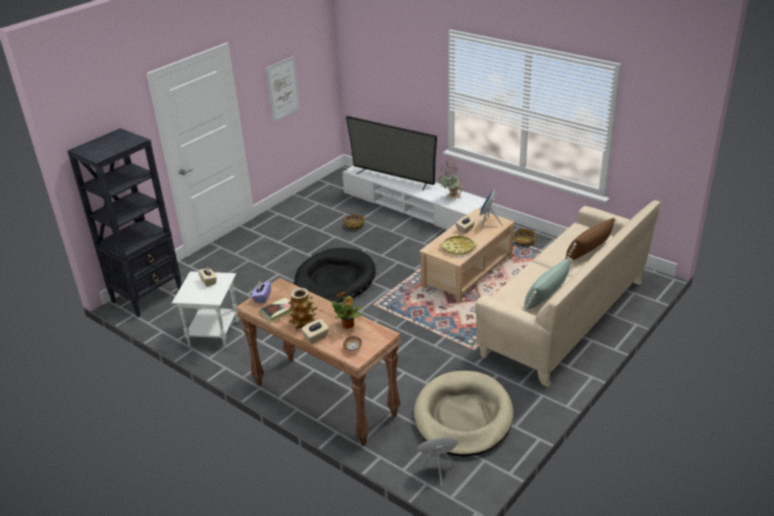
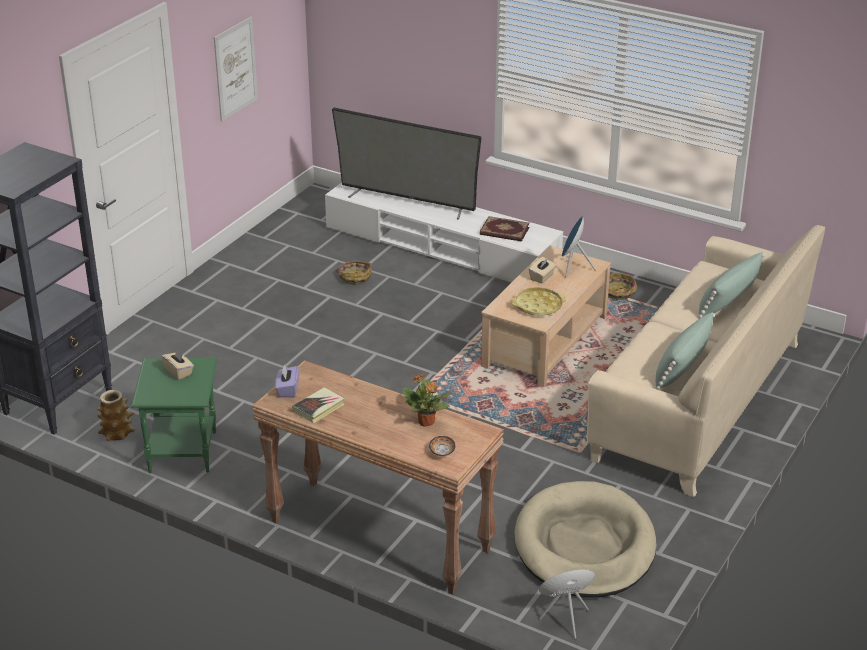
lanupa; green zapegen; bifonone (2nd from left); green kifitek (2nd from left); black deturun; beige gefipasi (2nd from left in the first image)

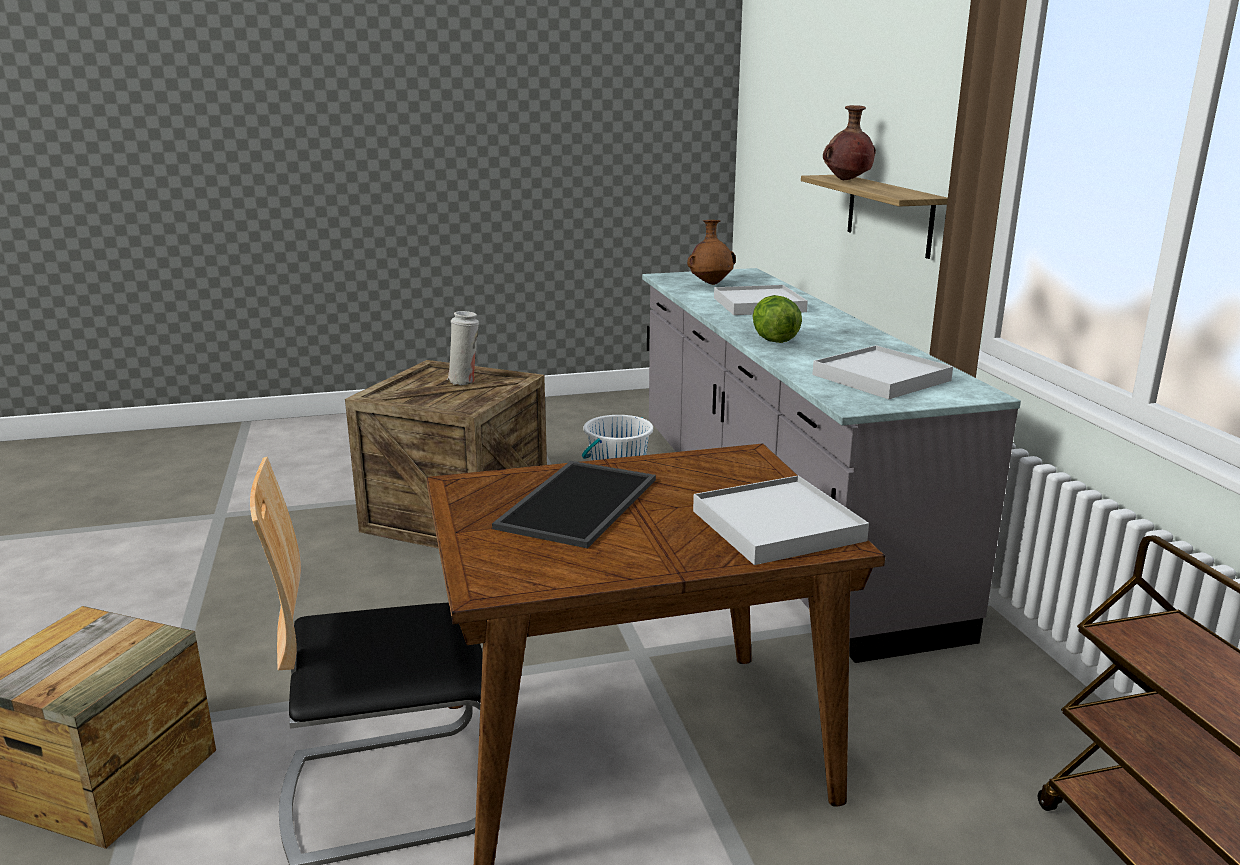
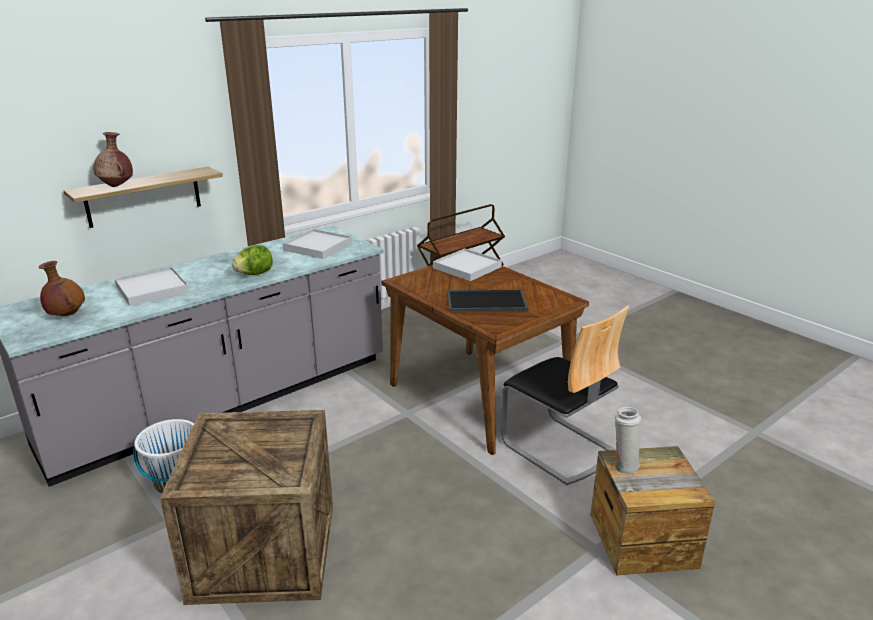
white lanupa

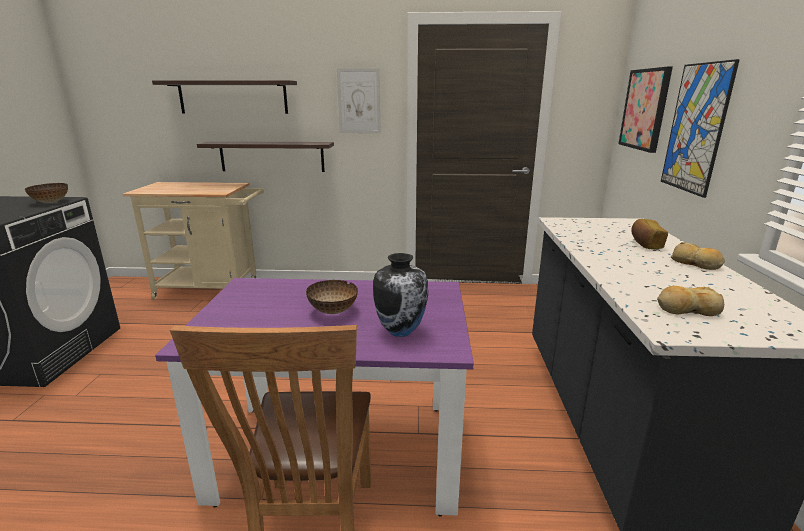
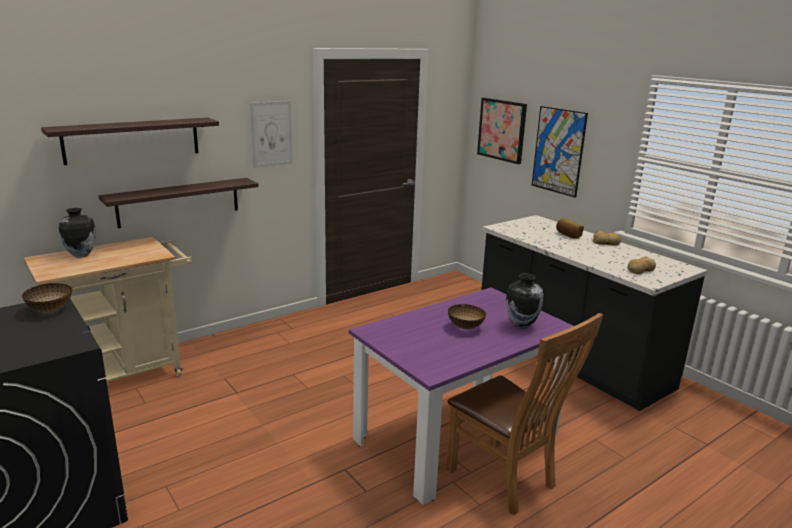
lanupa (1st from left)

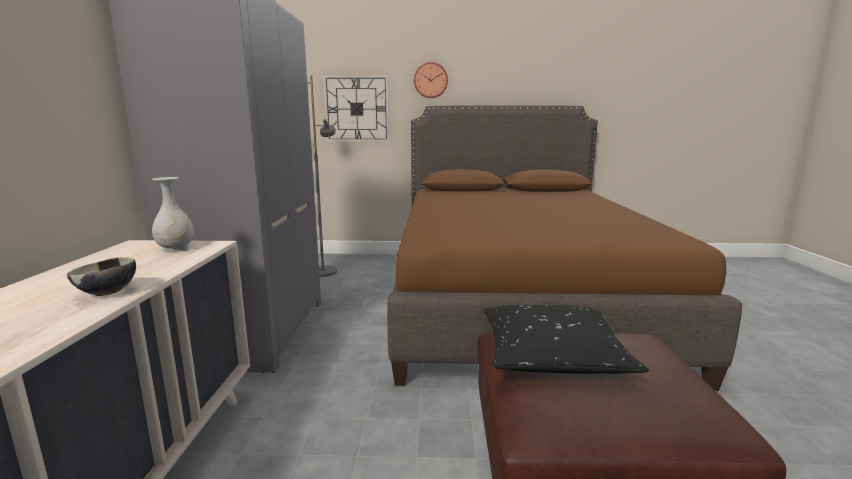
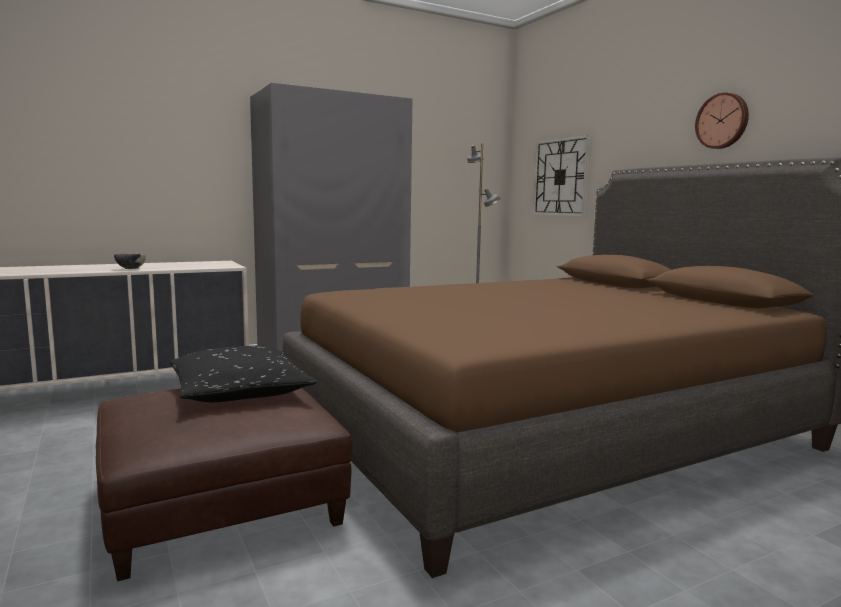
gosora (2nd from left); white lanupa

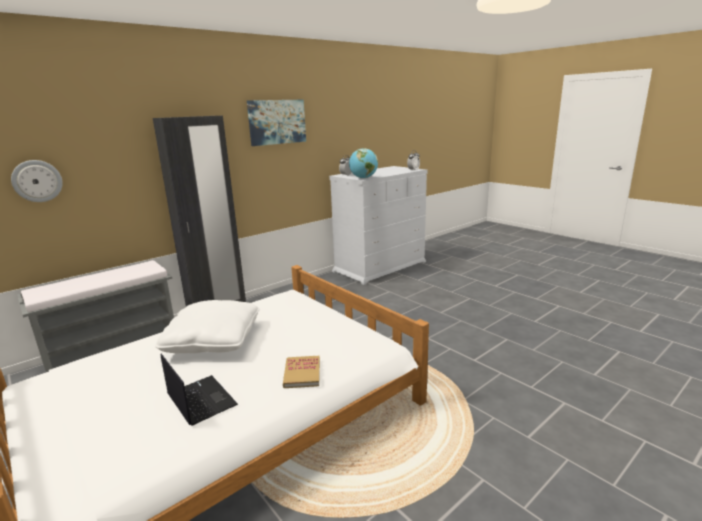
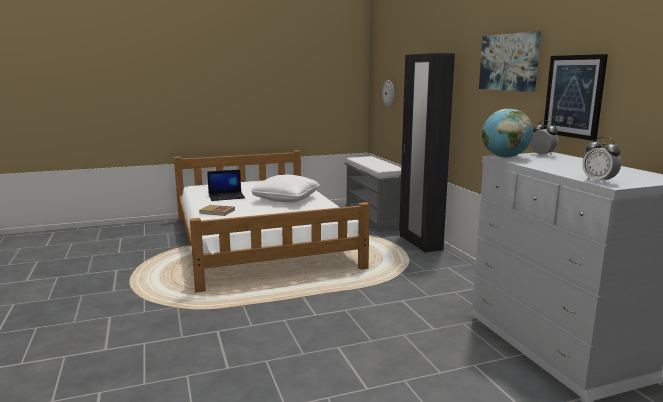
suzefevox (2nd from left)

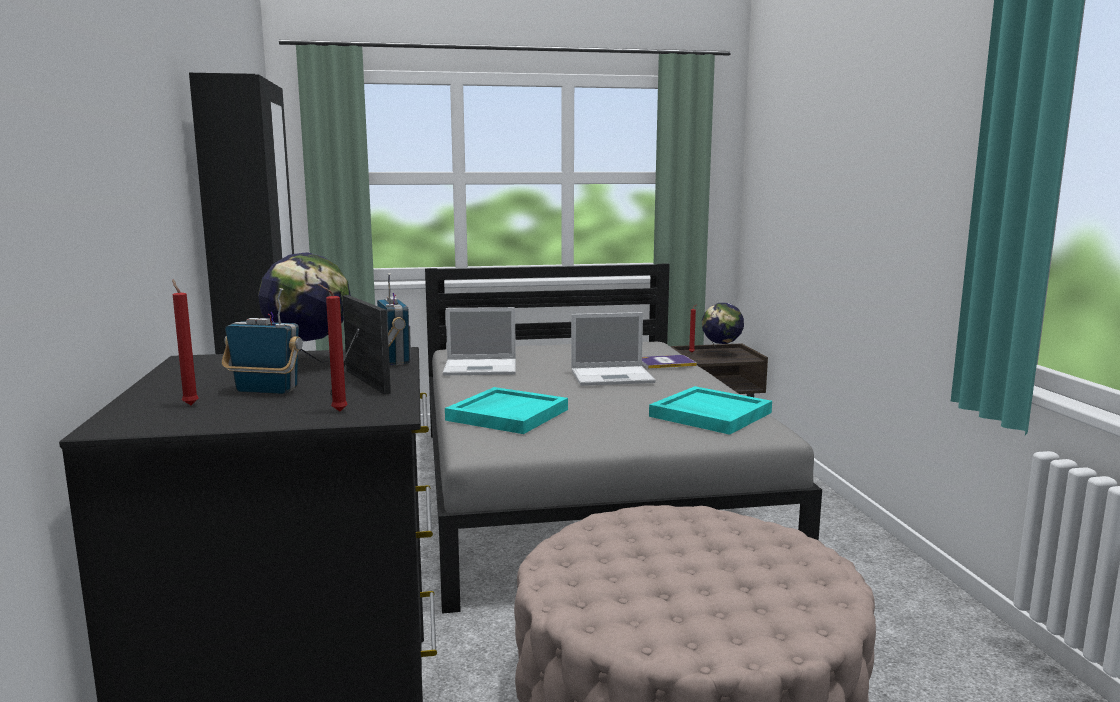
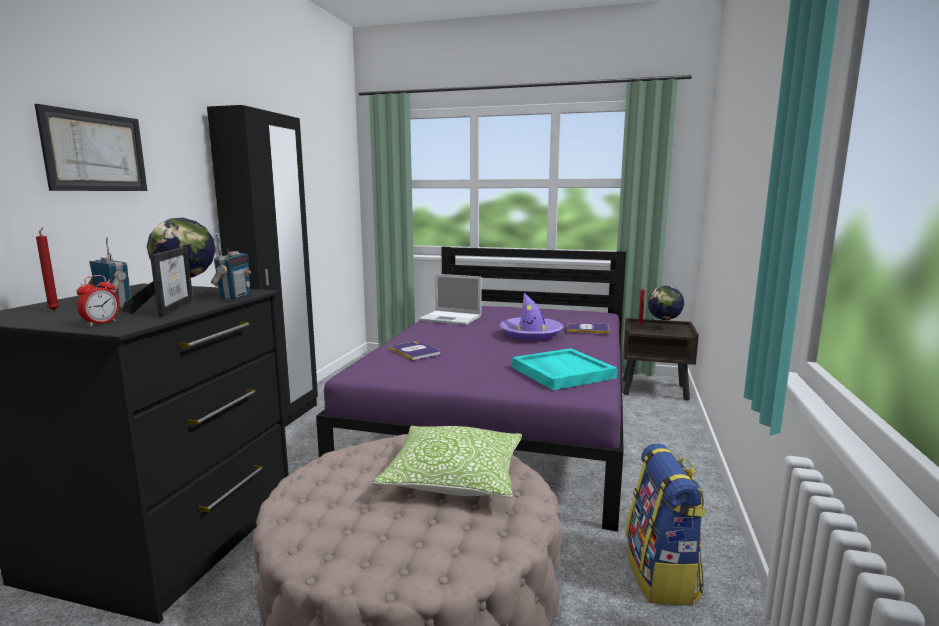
suzefevox; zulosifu; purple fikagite; kifitek; bifonone (1st from left); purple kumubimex; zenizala

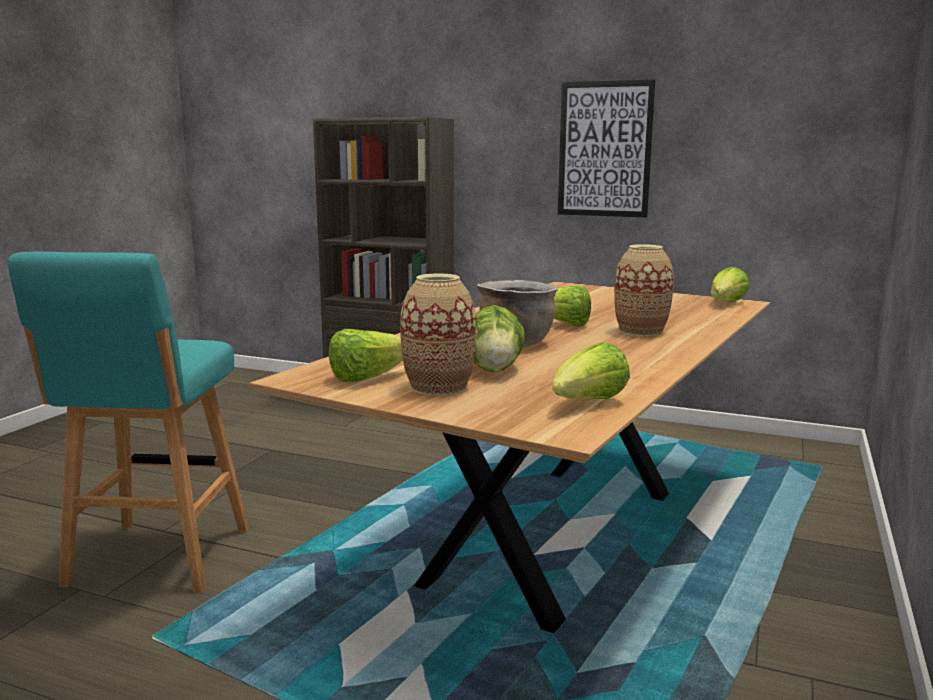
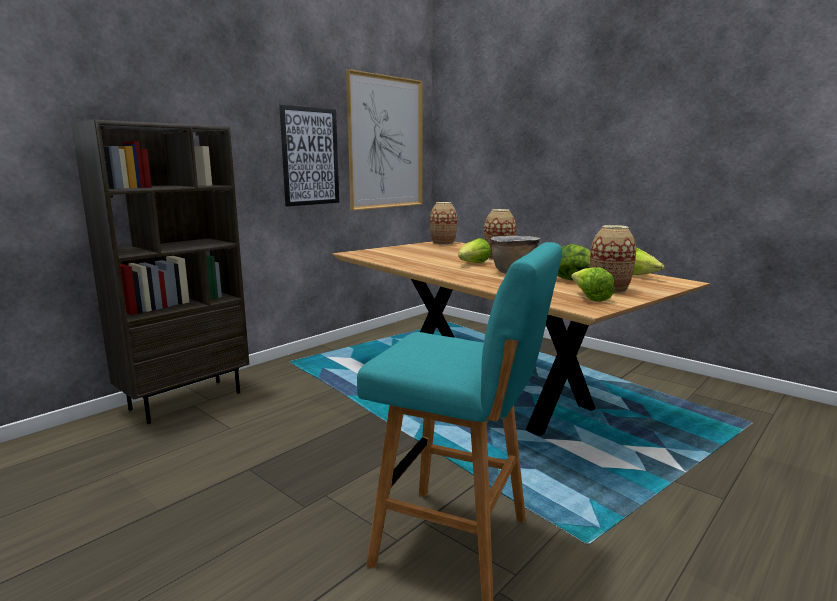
suzefevox (2nd from left); lanupa (1st from left)

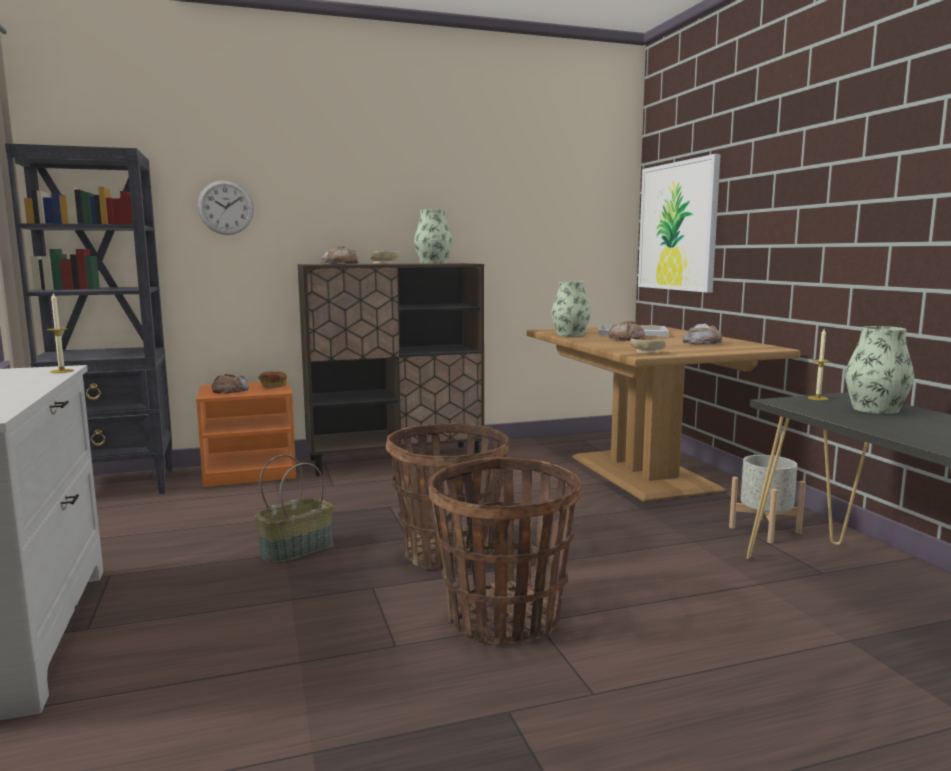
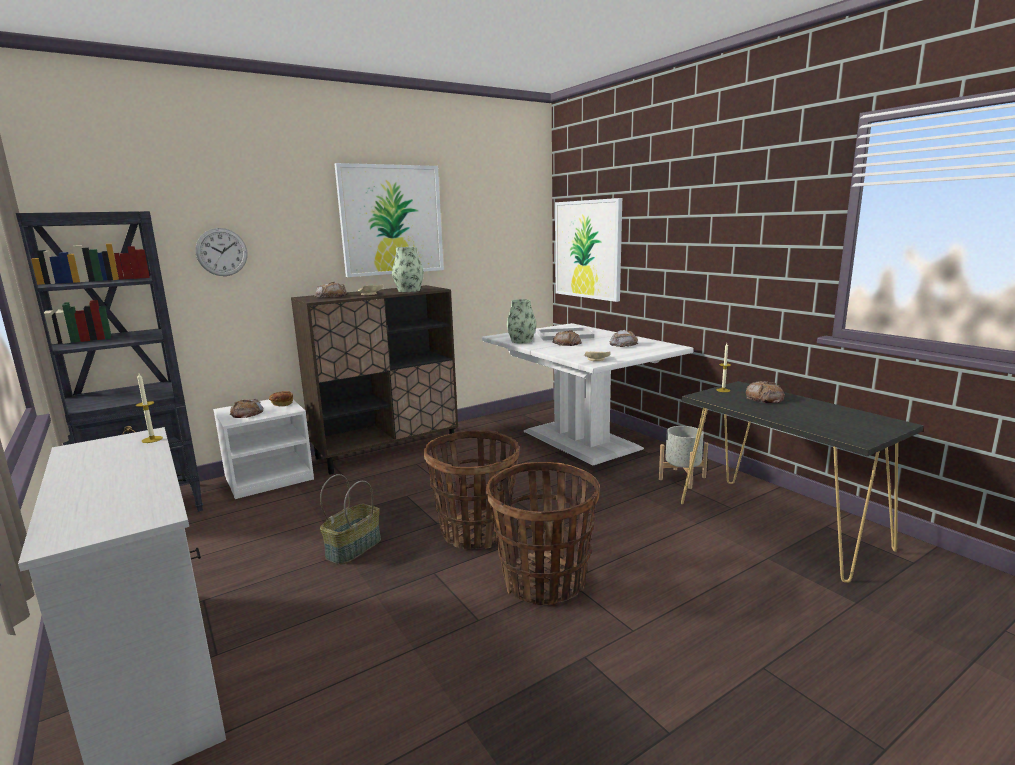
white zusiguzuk; suzefevox (1st from left); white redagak; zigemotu (6th from left)

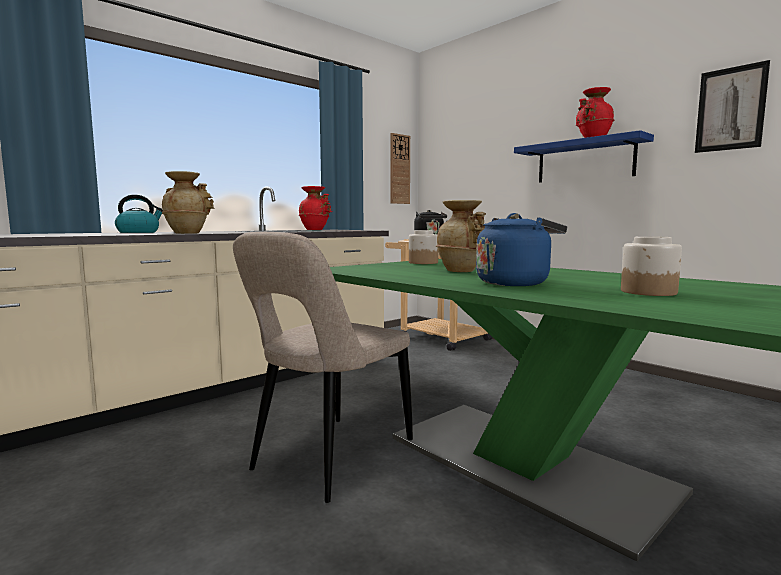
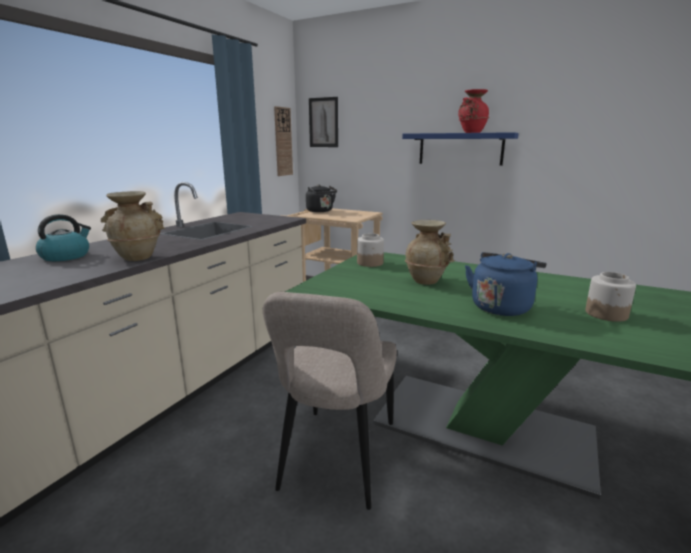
suzefevox; red lanupa (1st from left in the first image)

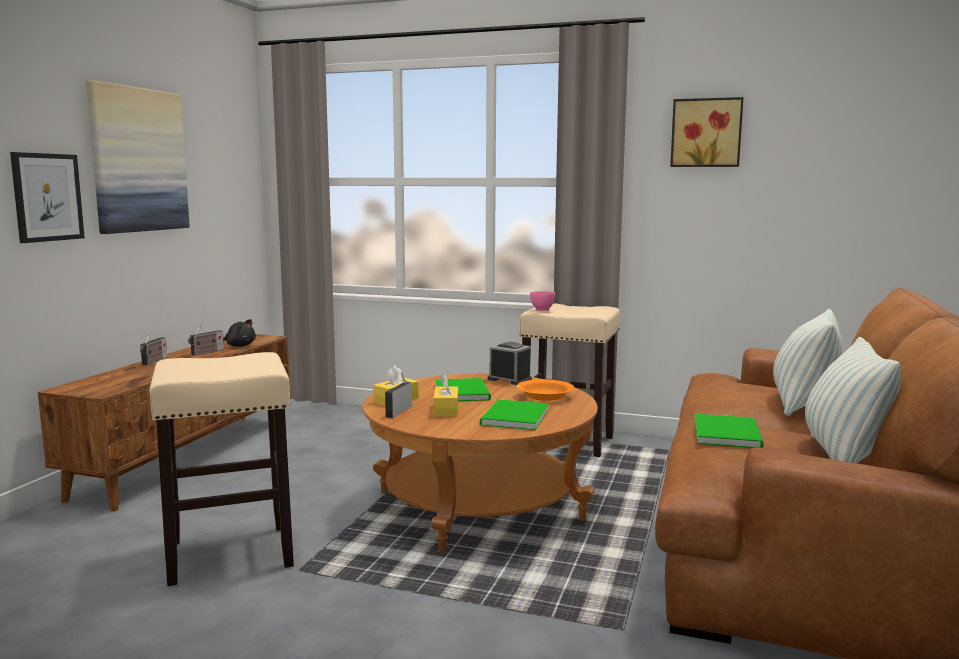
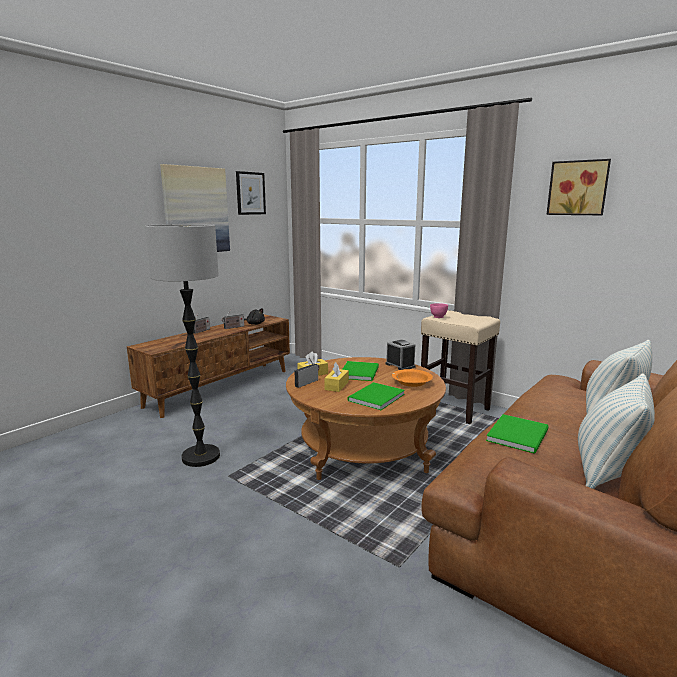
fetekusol; suzefevox (2nd from left)

